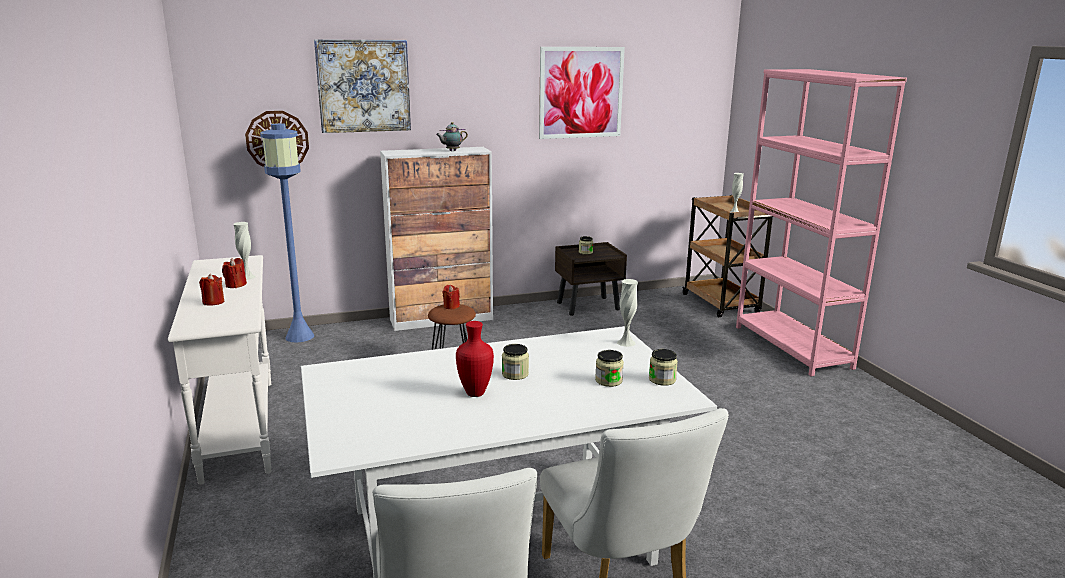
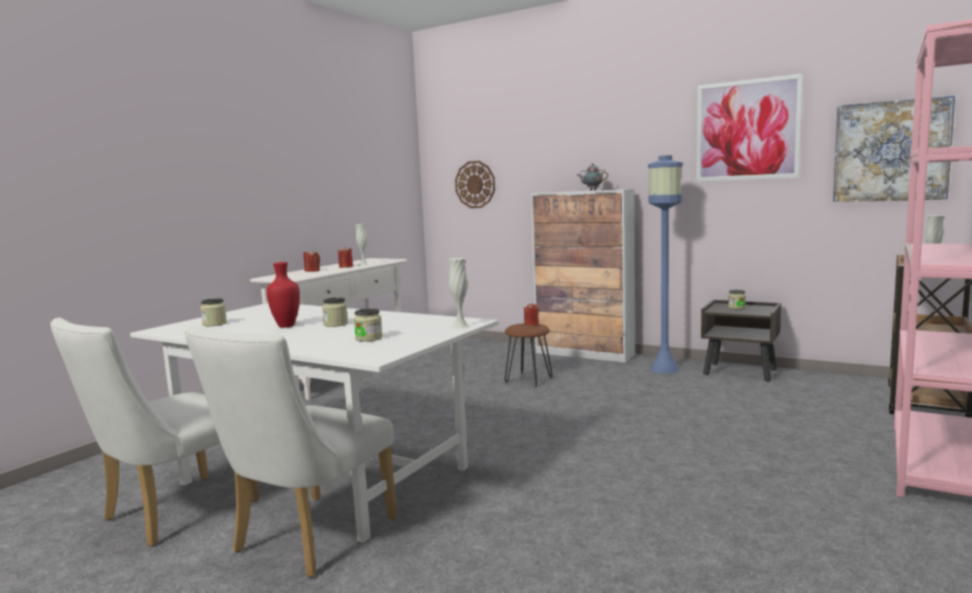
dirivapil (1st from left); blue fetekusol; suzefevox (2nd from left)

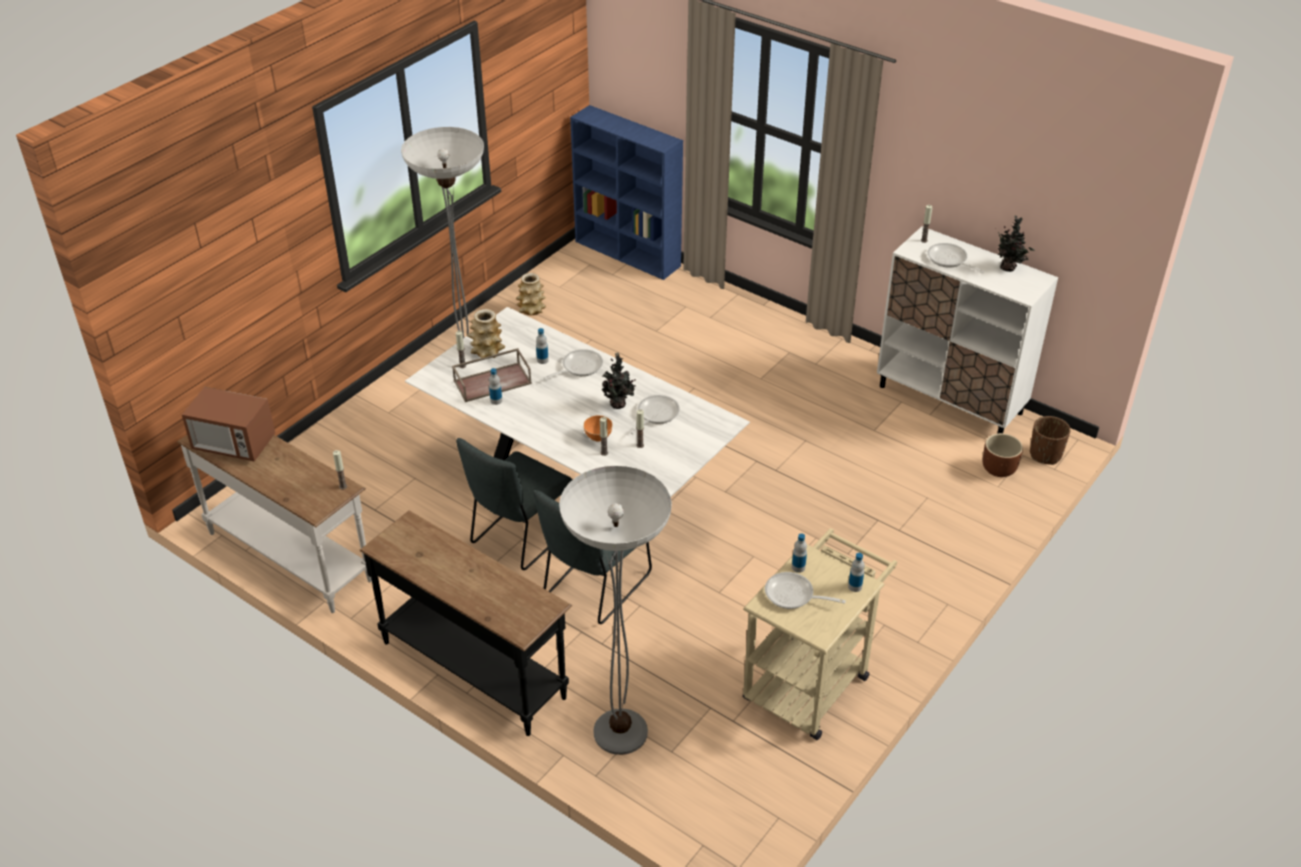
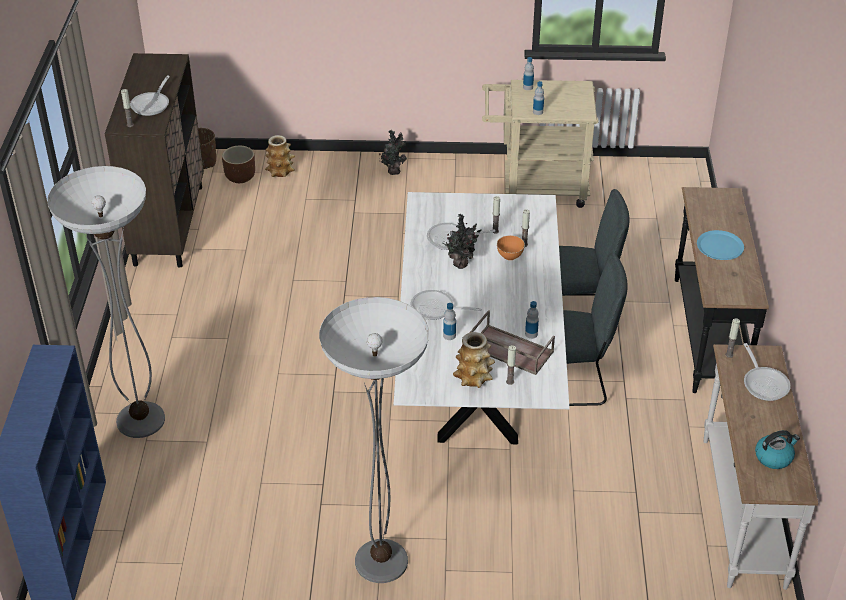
fetekusol (1st from left); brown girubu; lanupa (1st from left); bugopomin (1st from left); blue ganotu; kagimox (4th from left); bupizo

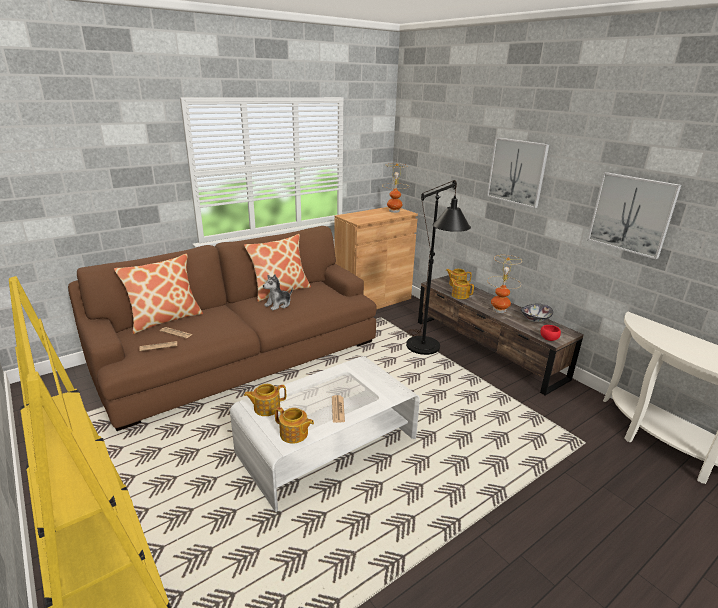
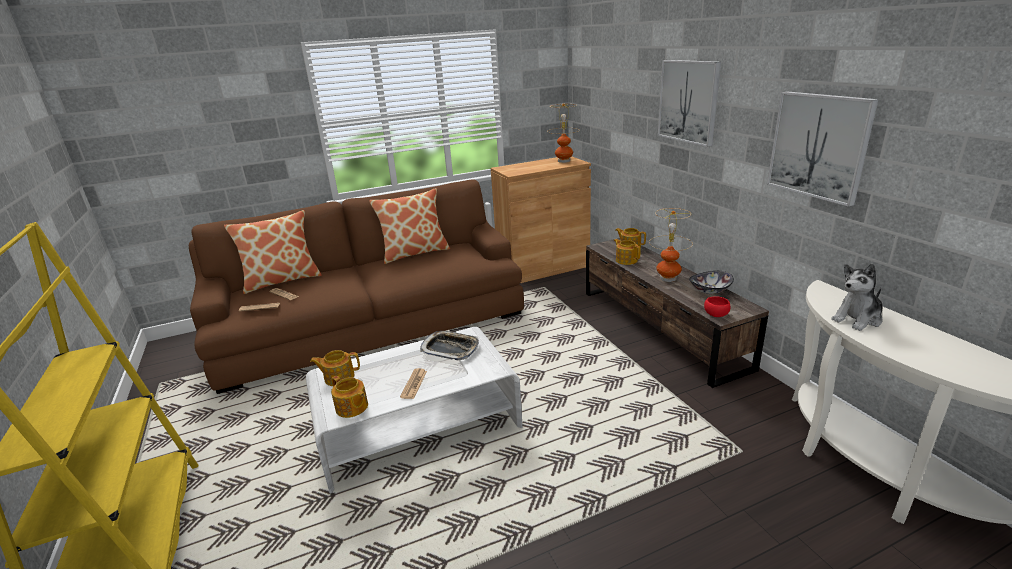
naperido; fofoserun; black fetekusol

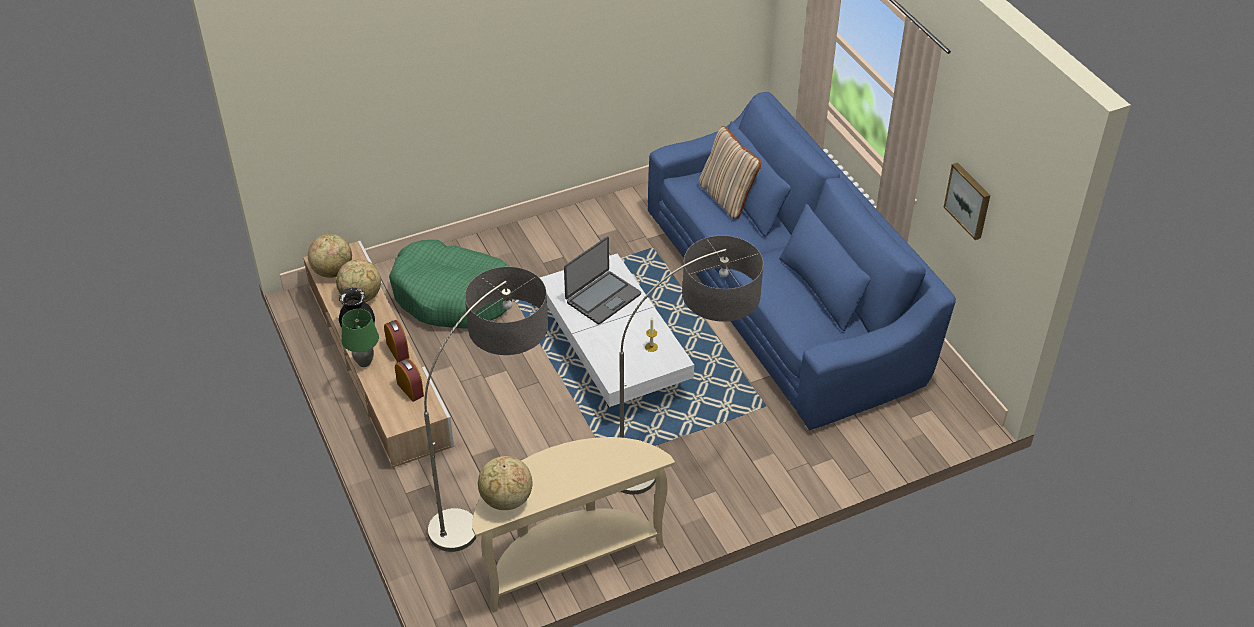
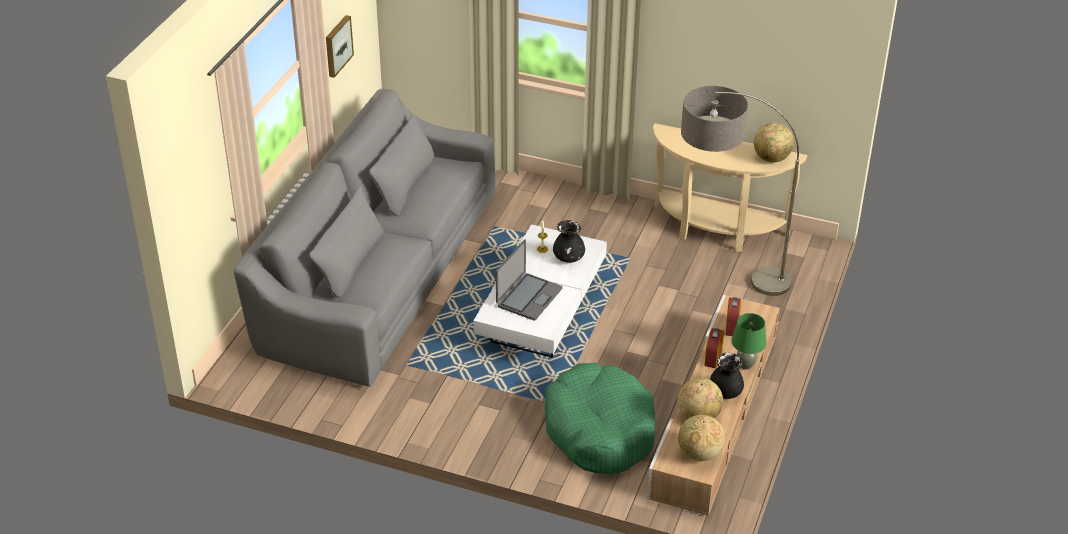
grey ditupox; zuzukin; black lanupa (1st from left); fetekusol (2nd from left in the first image); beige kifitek

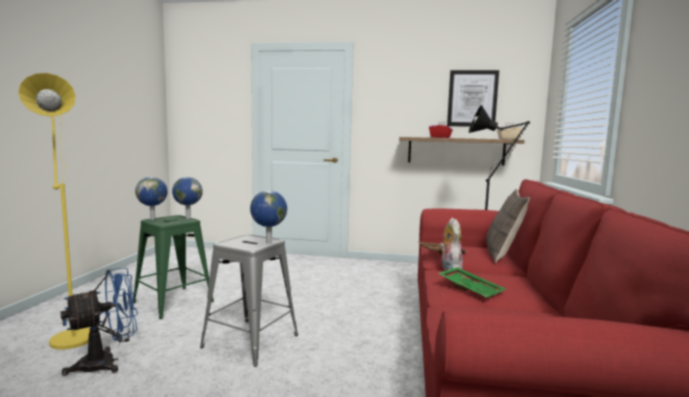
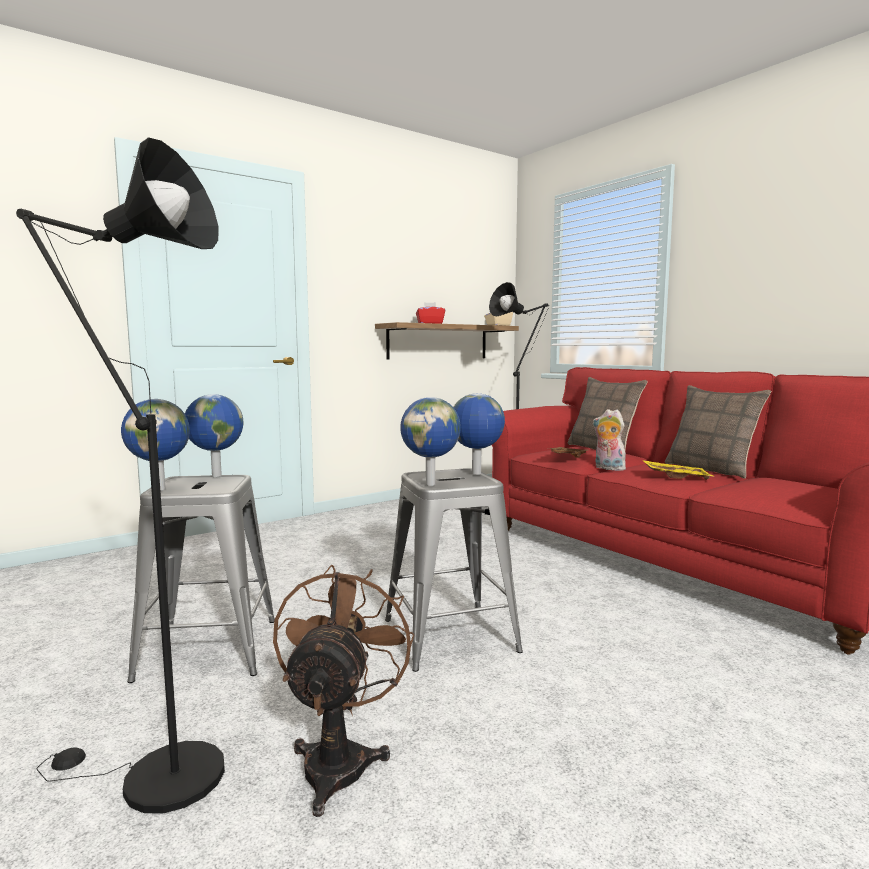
black fetekusol (1st from left); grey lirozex (1st from left); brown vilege; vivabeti (3rd from left); yellow naperido; kifitek (2nd from left); suzefevox

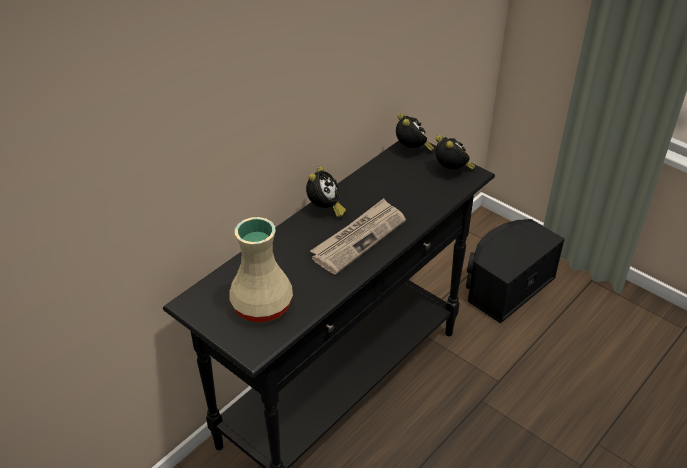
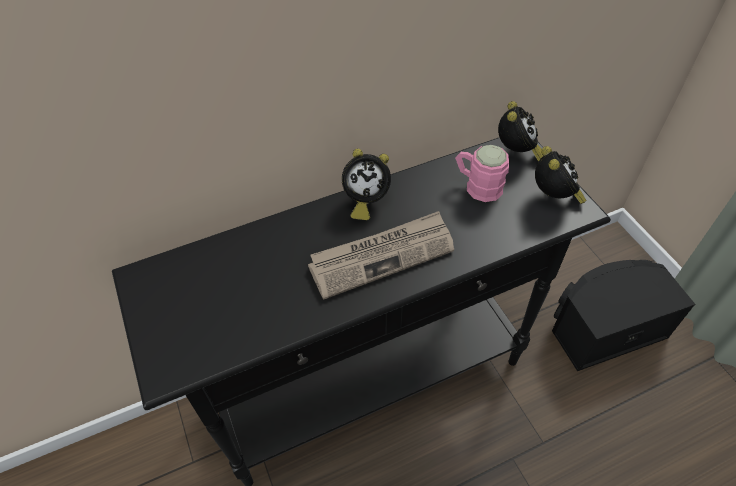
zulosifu (1st from left); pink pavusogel; beige lanupa

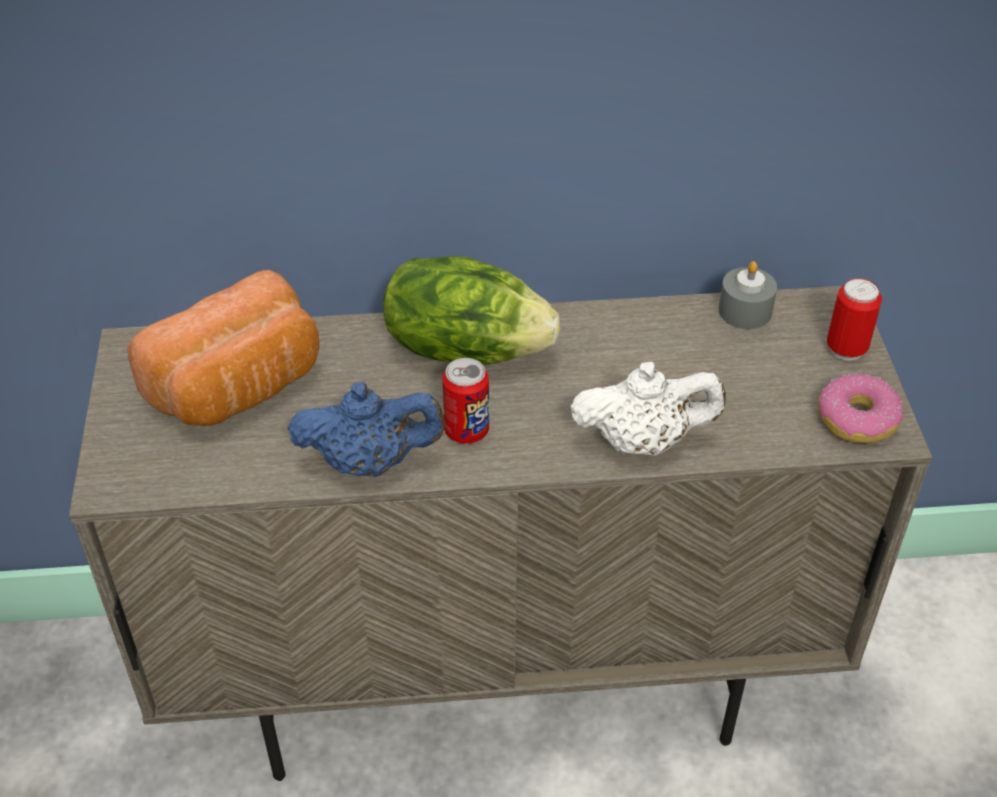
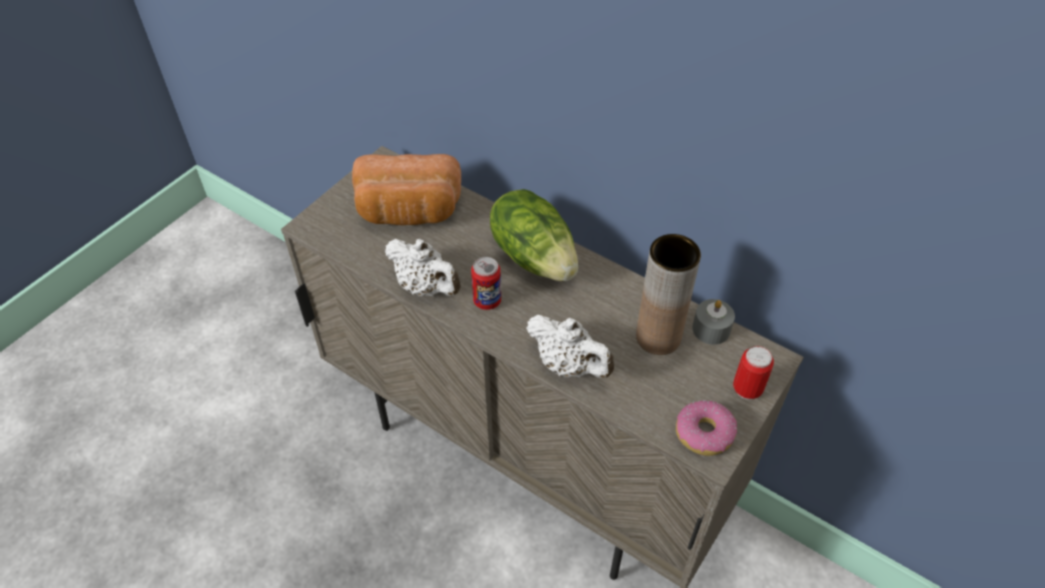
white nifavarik (1st from left); brown lanupa

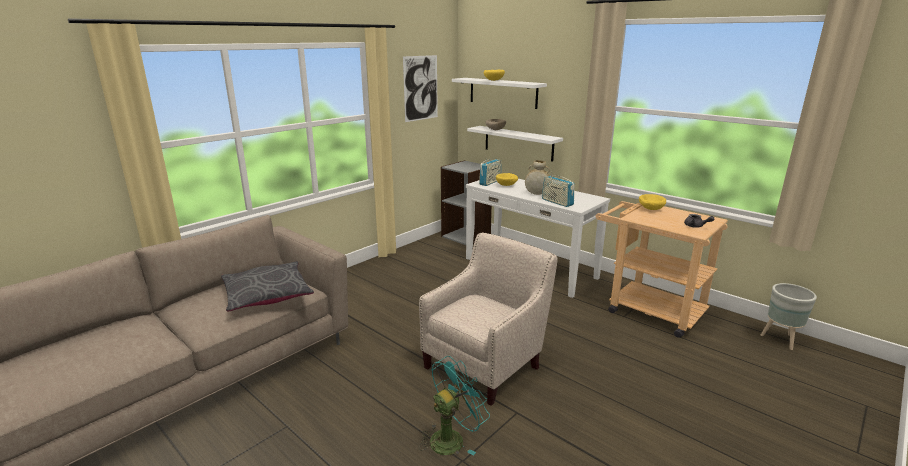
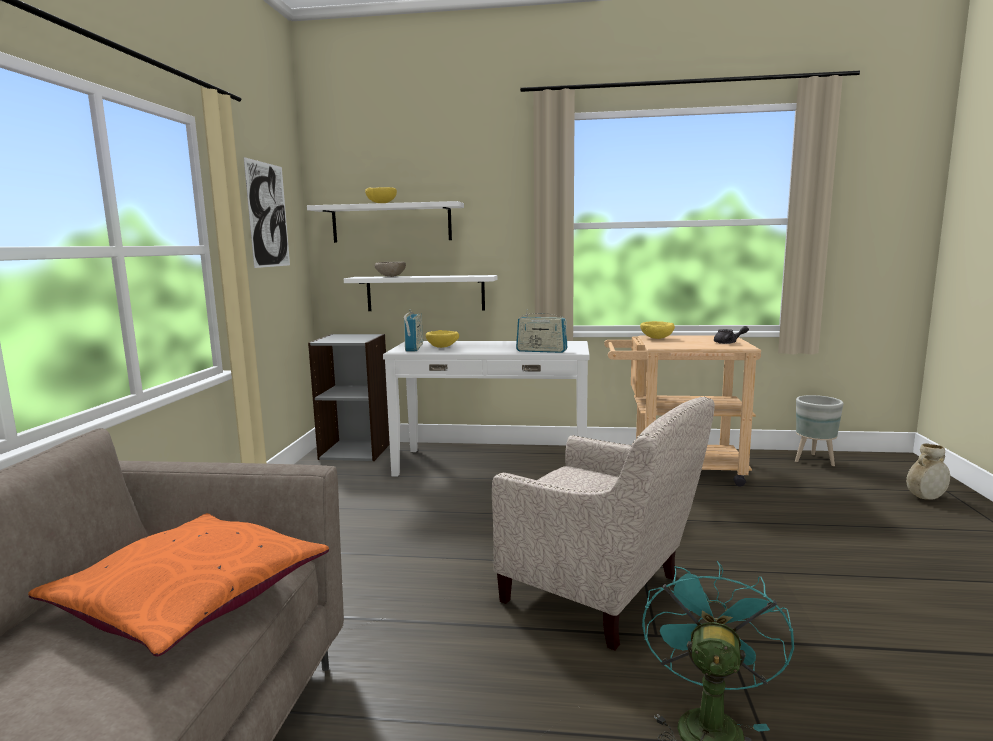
orange kifitek; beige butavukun; beige lanupa

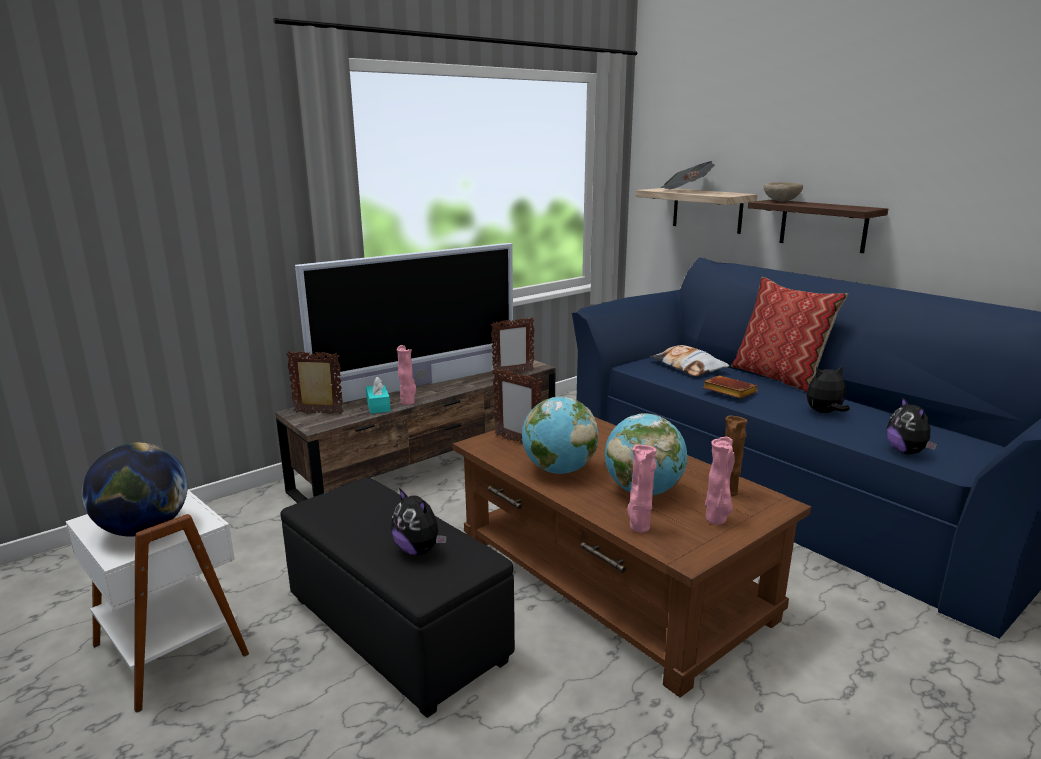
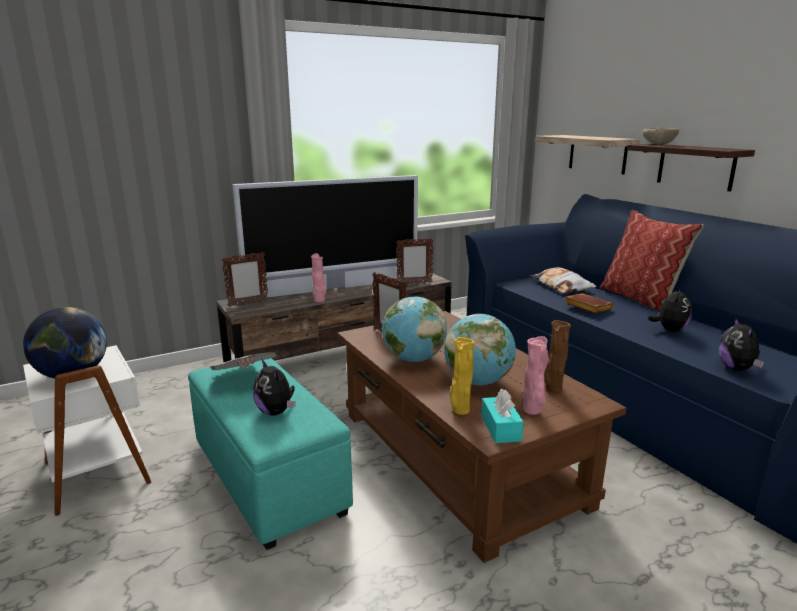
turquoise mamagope; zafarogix; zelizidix (1st from left); yellow lanupa; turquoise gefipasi; fofoserun (2nd from left)

